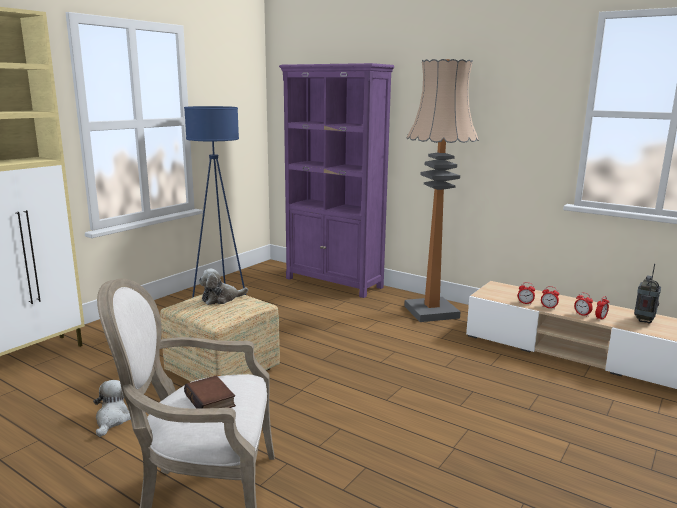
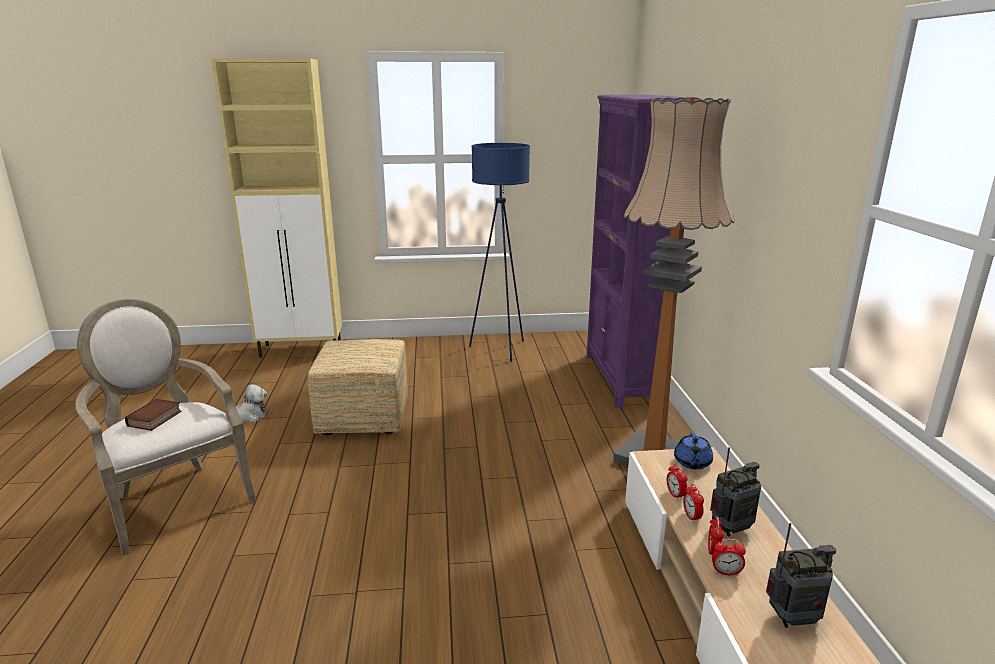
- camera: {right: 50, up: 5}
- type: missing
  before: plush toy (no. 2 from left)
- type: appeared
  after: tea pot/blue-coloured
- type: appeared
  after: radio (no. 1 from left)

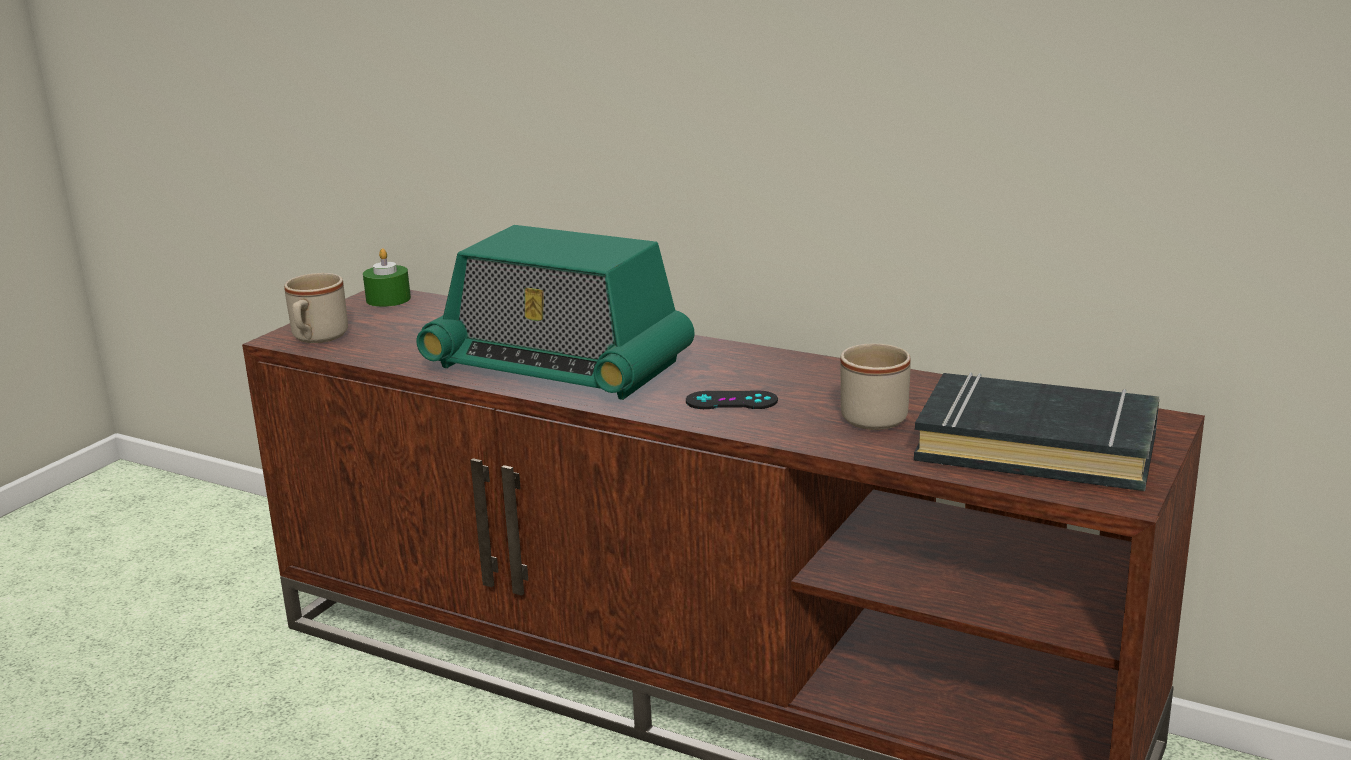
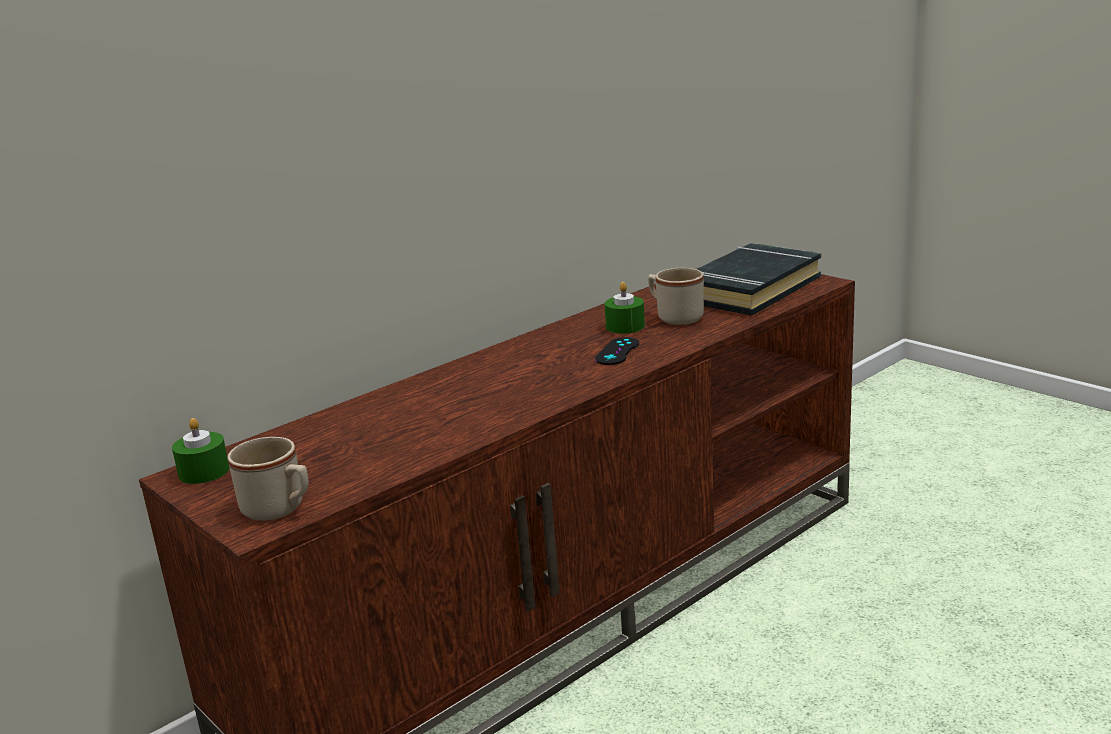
- camera: {right: -70, up: 0}
- type: missing
  before: radio
- type: appeared
  after: wax light/green (no. 2 from left)

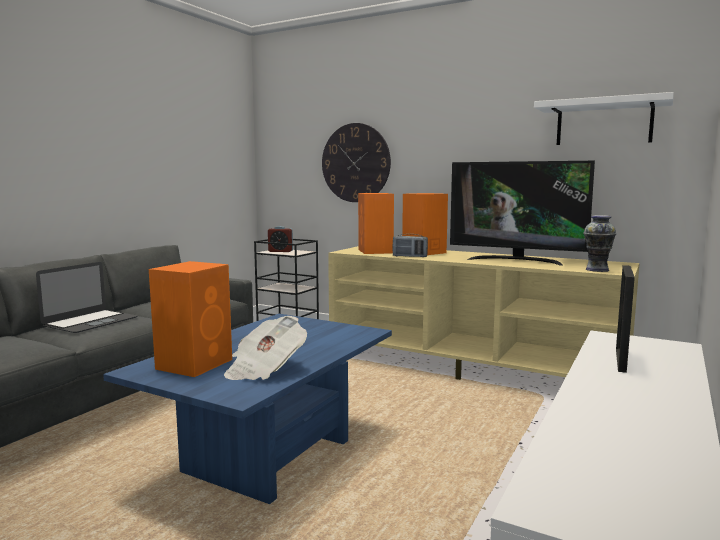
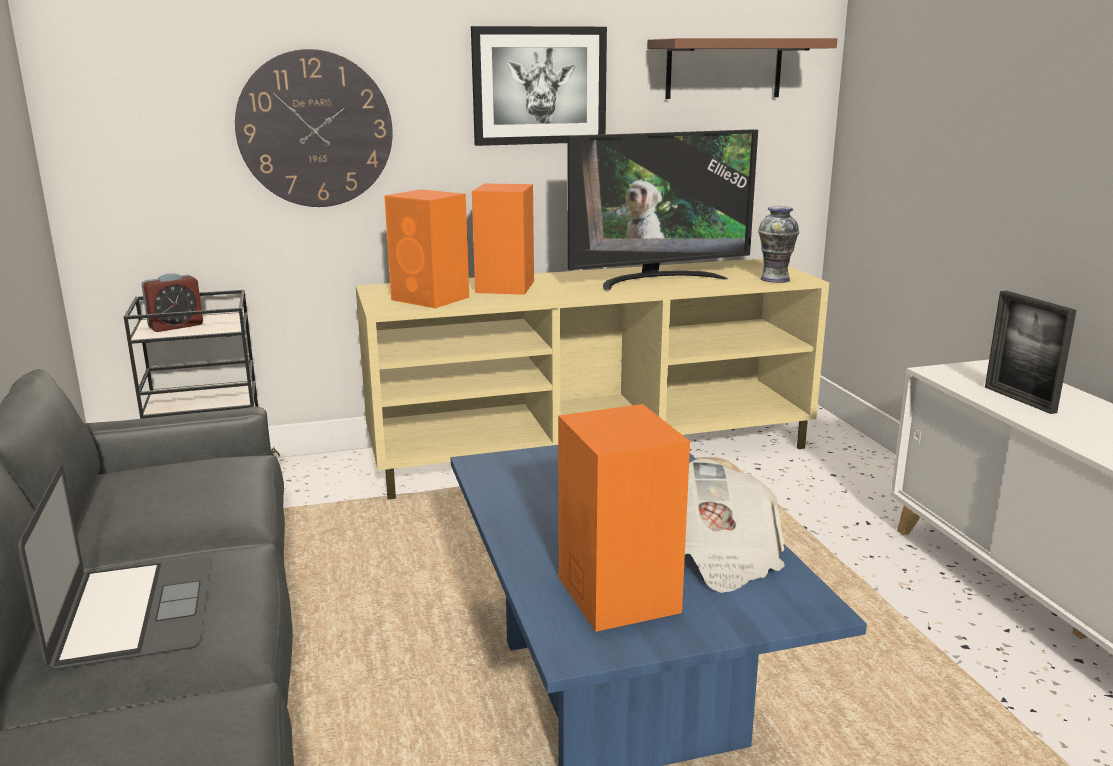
- camera: {right: -45, up: 10}
- type: colour
  before: wall shelf/whitish
  after: wall shelf/brown-coloured
- type: missing
  before: radio
- type: appeared
  after: wall picture

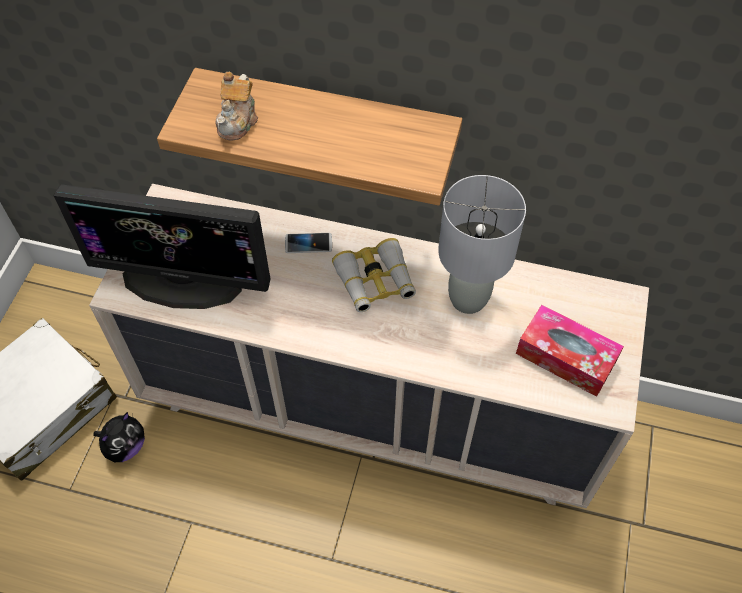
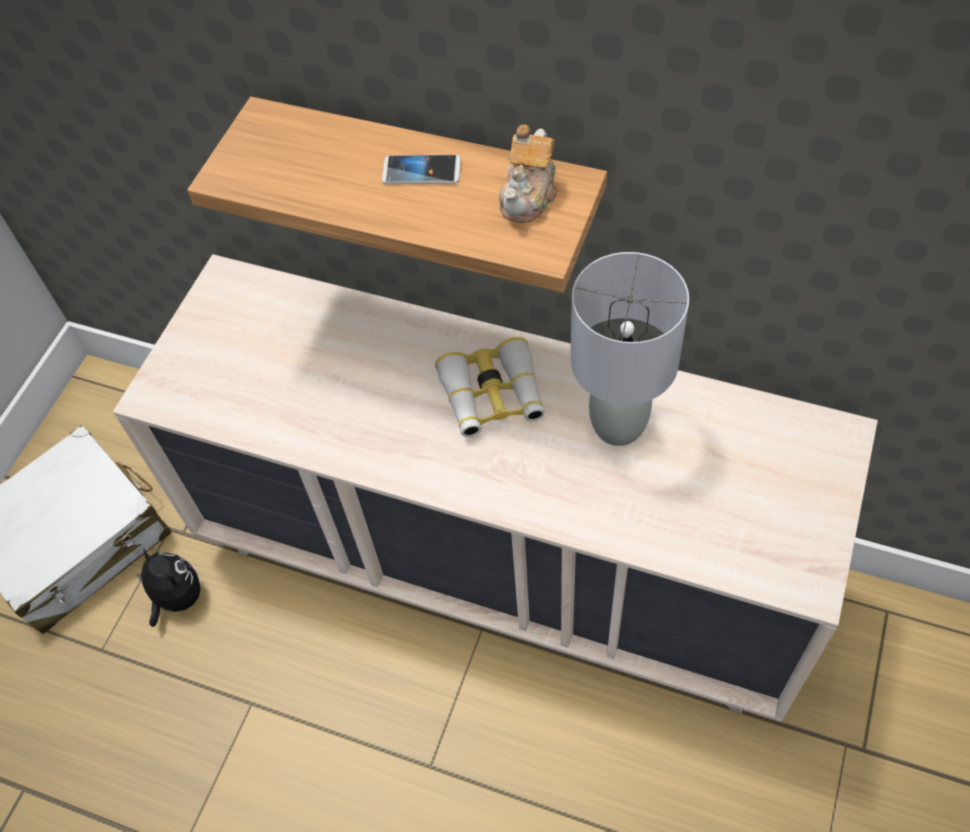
- camera: {right: 10, up: 0}
- type: relocated
  before: tea pot
- type: missing
  before: computer display
- type: relocated
  before: phone
- type: missing
  before: tissue holder
- type: spun
  before: plush toy
  turn: -90

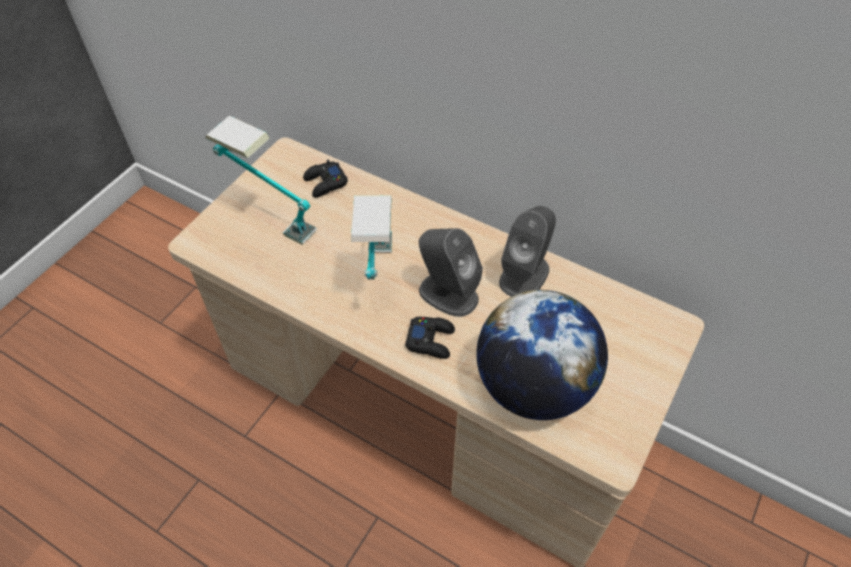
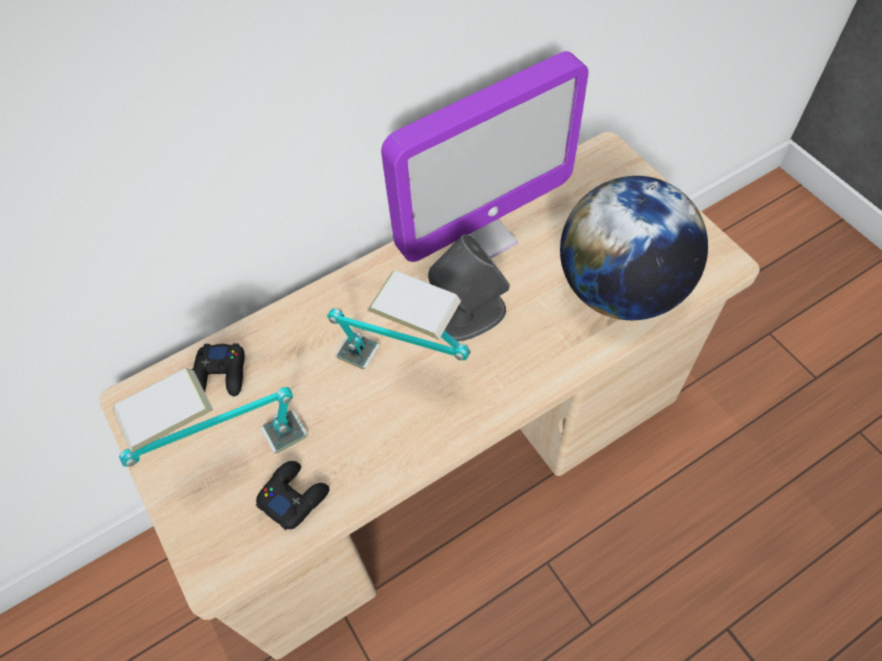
- camera: {right: -60, up: 5}
- type: exchanged
  before: speaker/greyish (no. 2 from left)
  after: computer display
- type: relocated
  before: joypad/black-coloured (no. 2 from left)

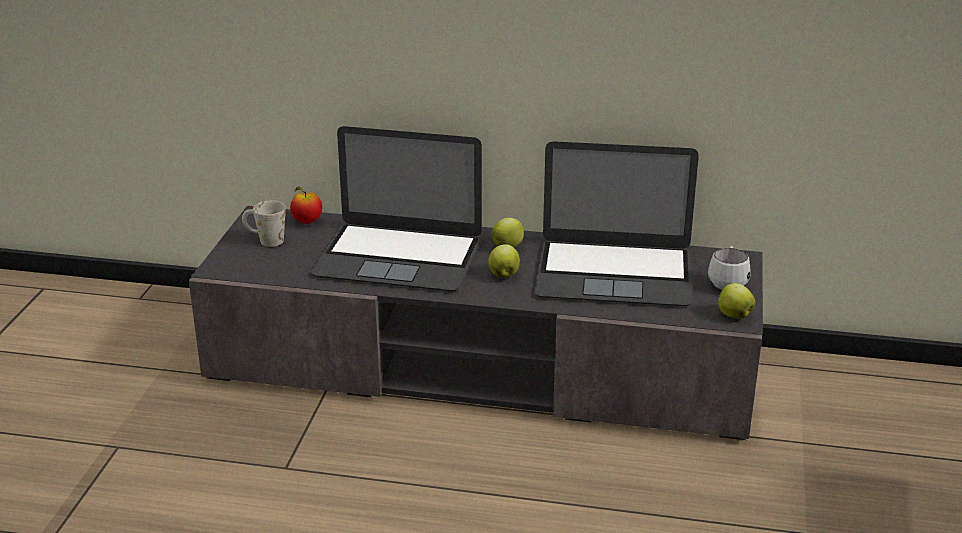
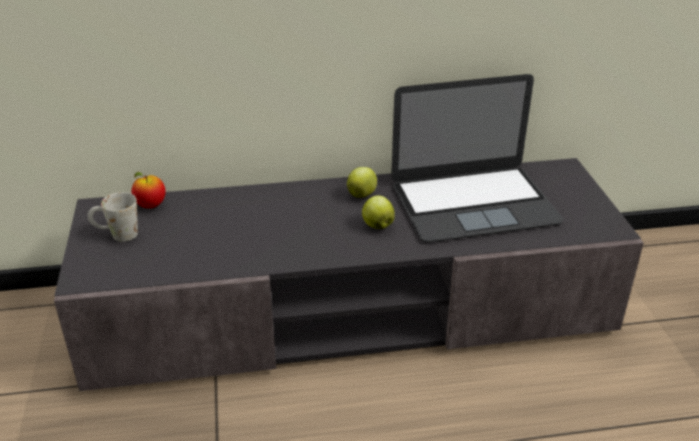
- camera: {right: -20, up: 5}
- type: missing
  before: notebook computer (no. 1 from left)
- type: missing
  before: coffee mug/whitish (no. 2 from left)
- type: missing
  before: apple (no. 4 from left)

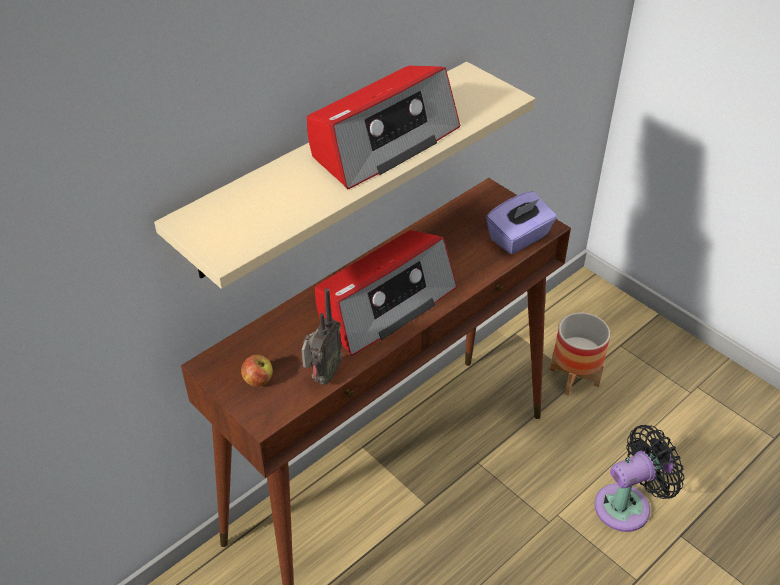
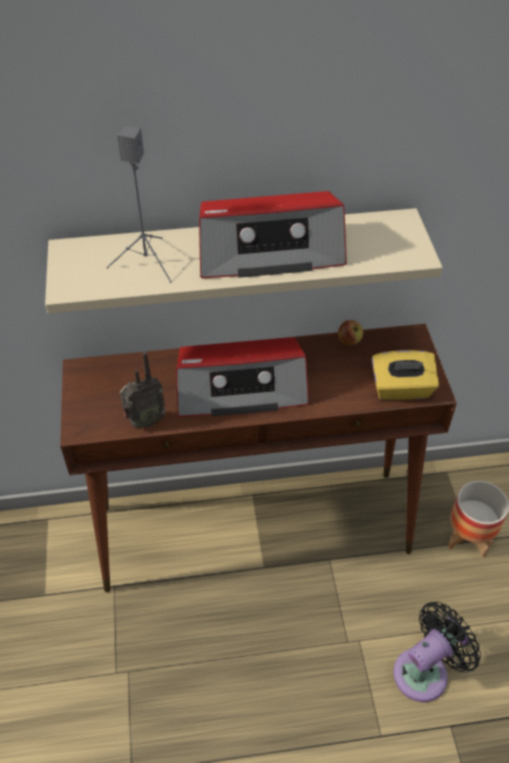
- camera: {right: 35, up: 5}
- type: colour
  before: tissue holder/purple
  after: tissue holder/yellow-coloured
- type: relocated
  before: apple
- type: spun
  before: fan/black-coloured
  turn: -45
- type: appeared
  after: speaker/greyish

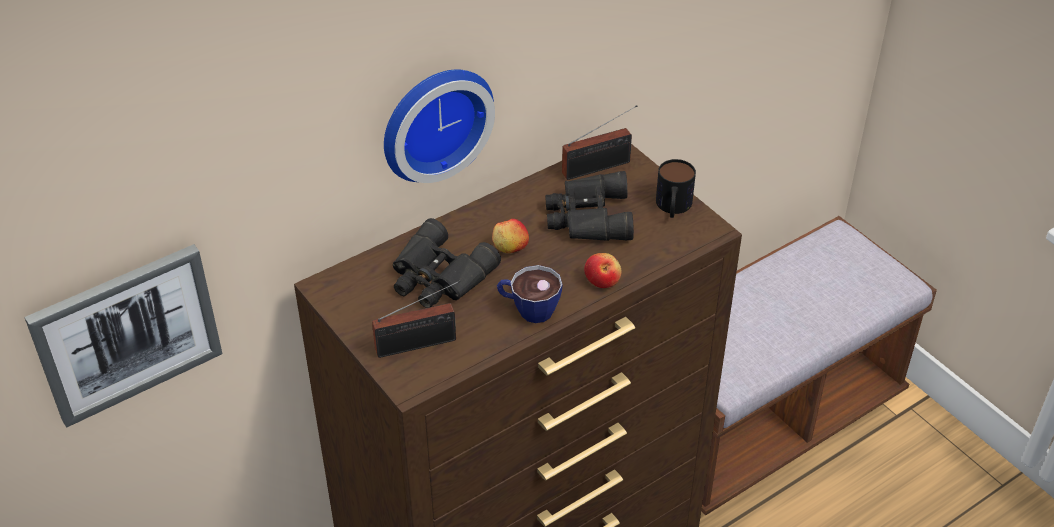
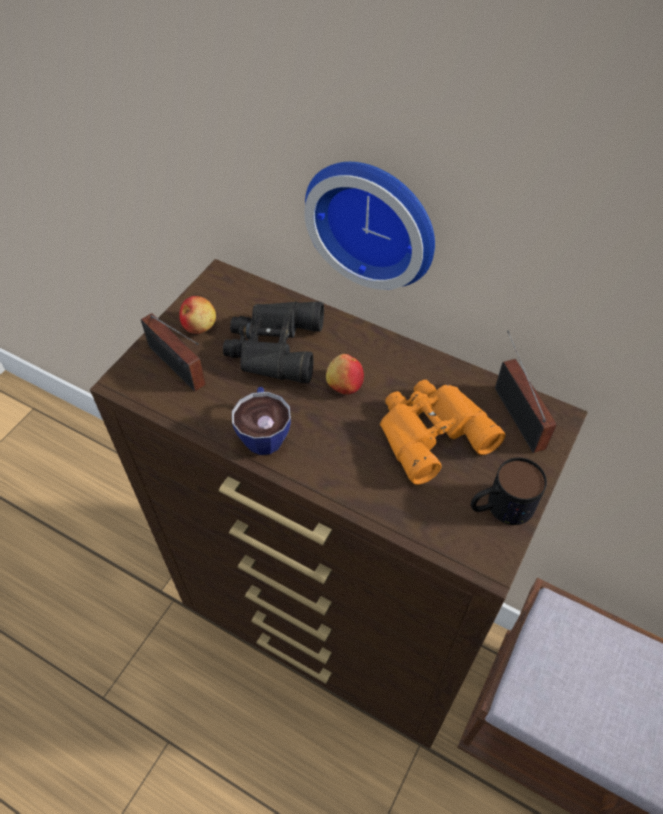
- camera: {right: 65, up: 10}
- type: spun
  before: radio (no. 2 from left)
  turn: -150
- type: colour
  before: binoculars/black-coloured (no. 2 from left)
  after: binoculars/orange
- type: missing
  before: wall picture
- type: relocated
  before: apple (no. 2 from left in the first image)
  after: apple (no. 1 from left)

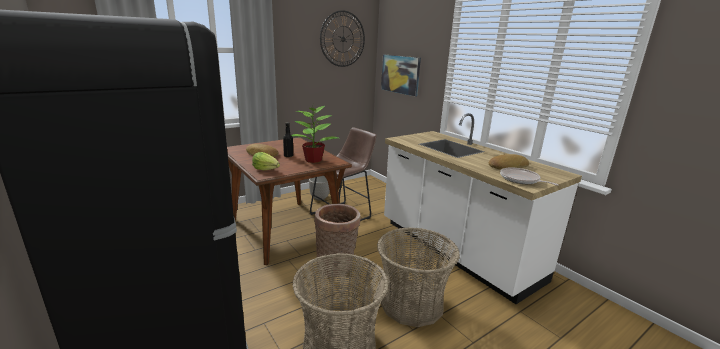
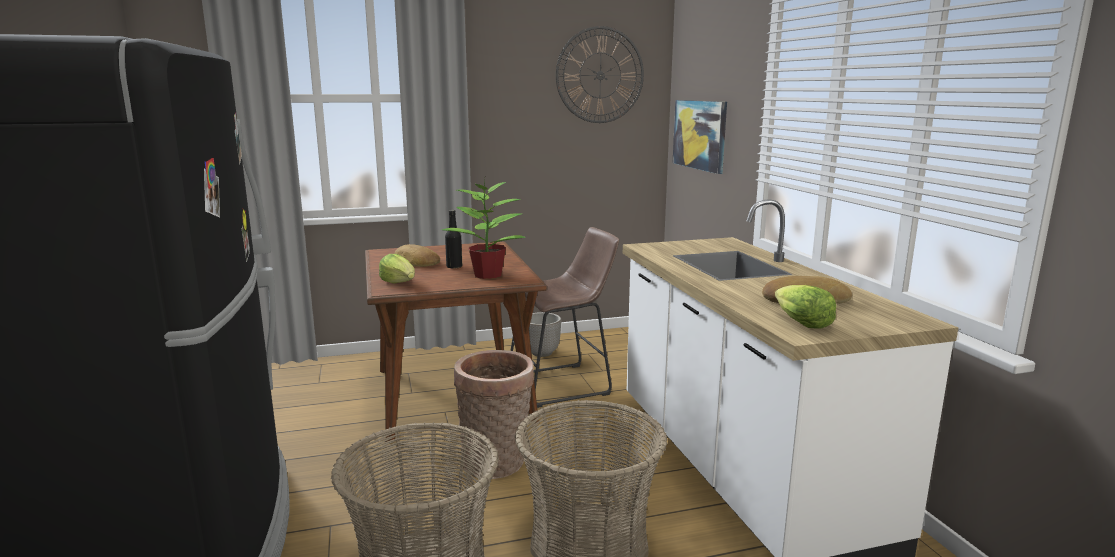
- camera: {right: 20, up: -5}
- type: exchanged
  before: pan
  after: lettuce head (no. 2 from left)

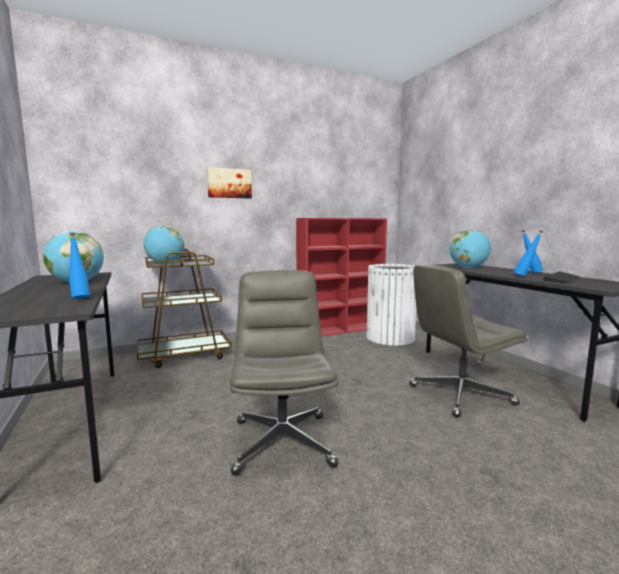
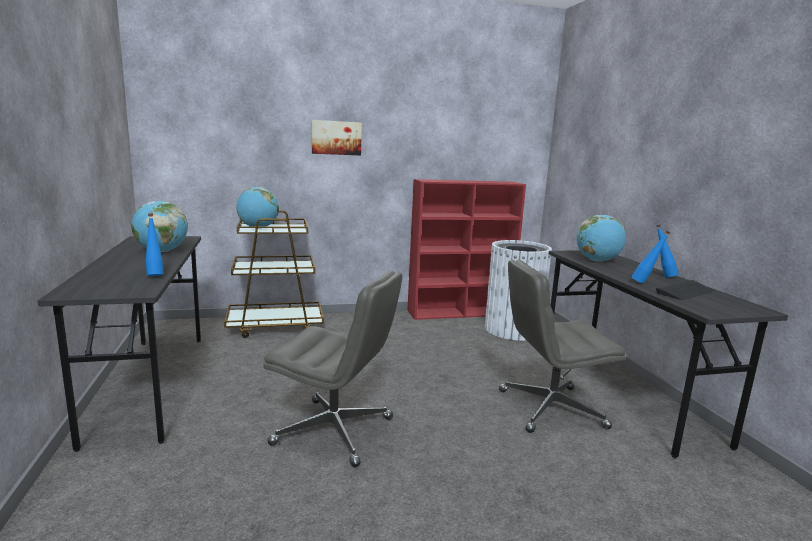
- camera: {right: 10, up: 5}
- type: spun
  before: office chair/greyish (no. 1 from left)
  turn: 105

